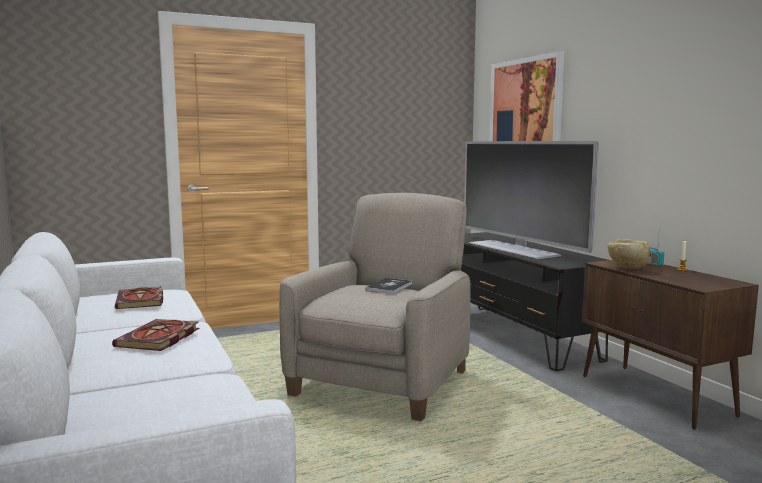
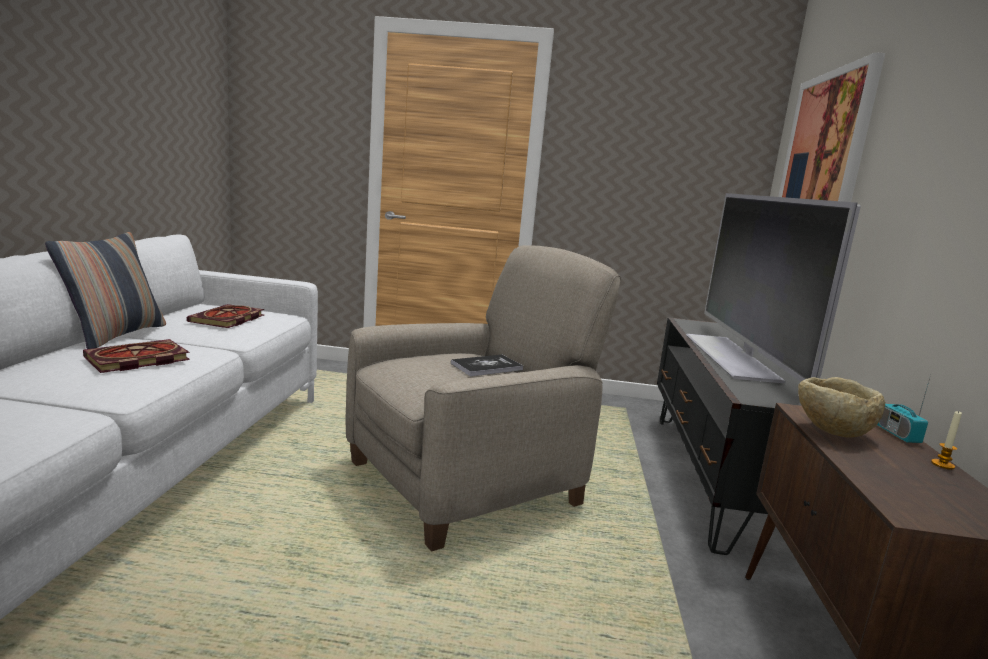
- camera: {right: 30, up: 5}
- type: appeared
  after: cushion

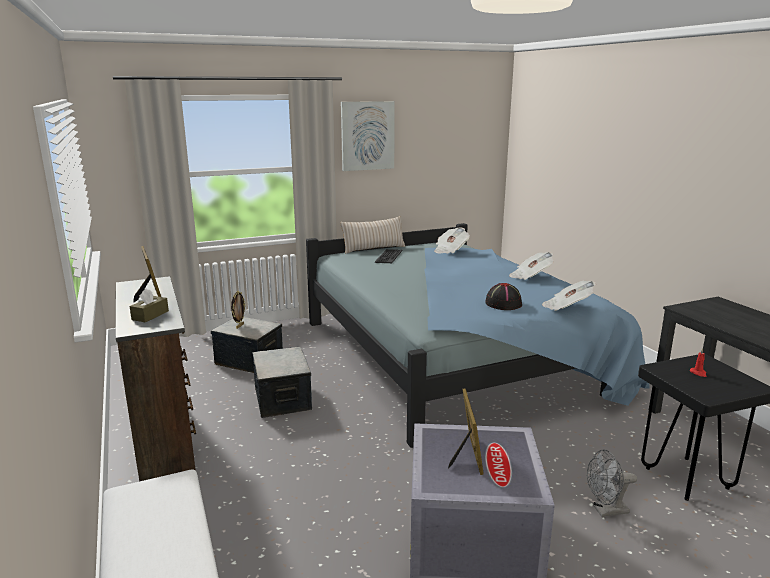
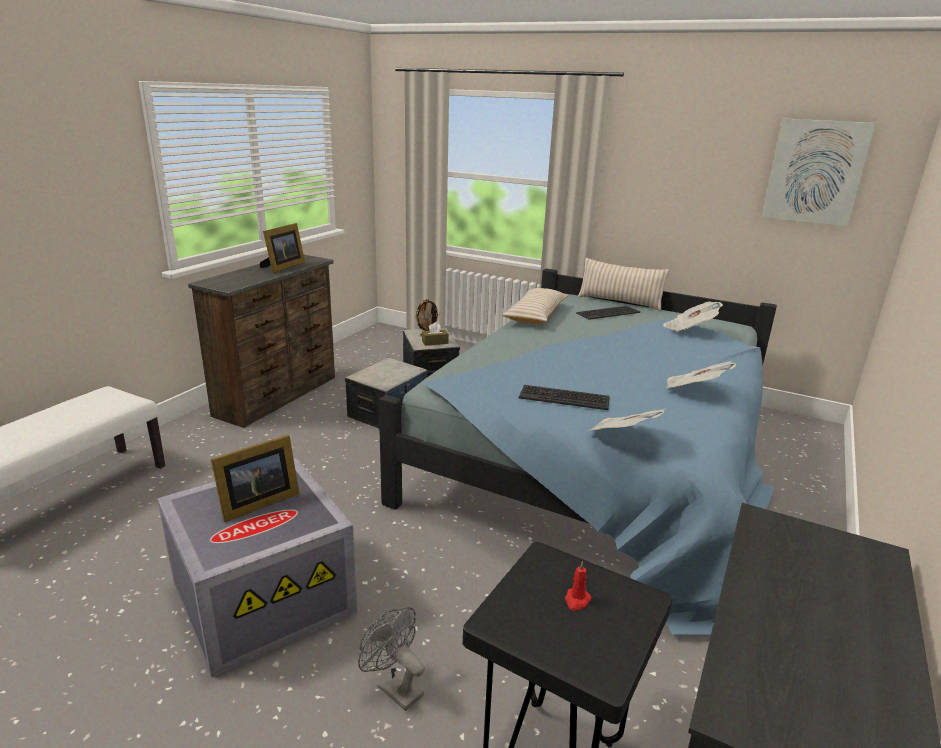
- camera: {right: 50, up: 5}
- type: relocated
  before: wall picture
- type: exchanged
  before: clothing hat/black-coloured
  after: computer keyboard (no. 1 from left)
- type: relocated
  before: tissue holder/brown-coloured
- type: appeared
  after: cushion/beige-coloured (no. 1 from left)

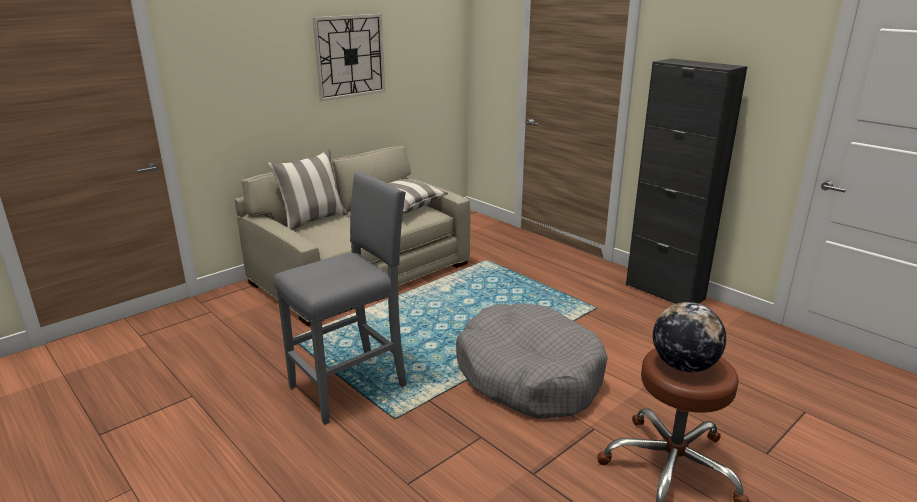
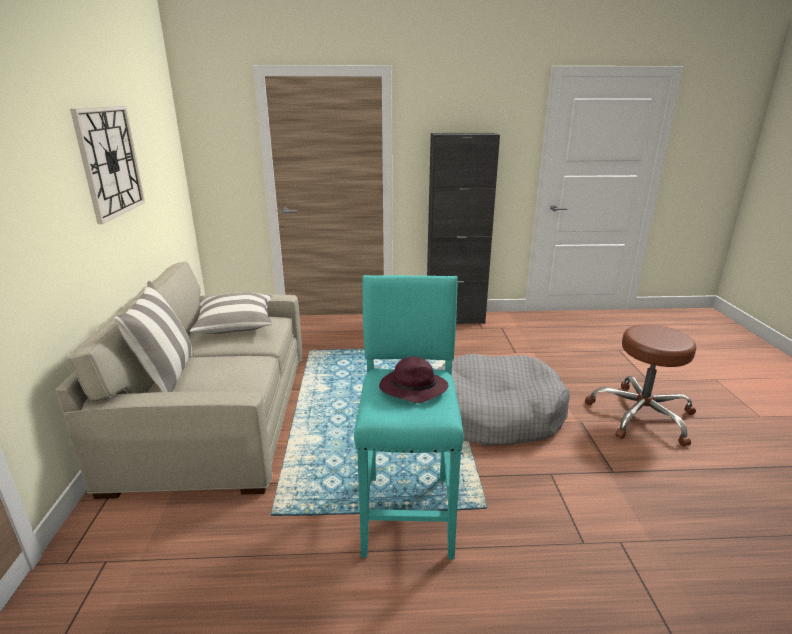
- camera: {right: -50, up: 0}
- type: colour
  before: stool/greyish
  after: stool/blue-green
- type: missing
  before: globe
- type: appeared
  after: clothing hat/purple

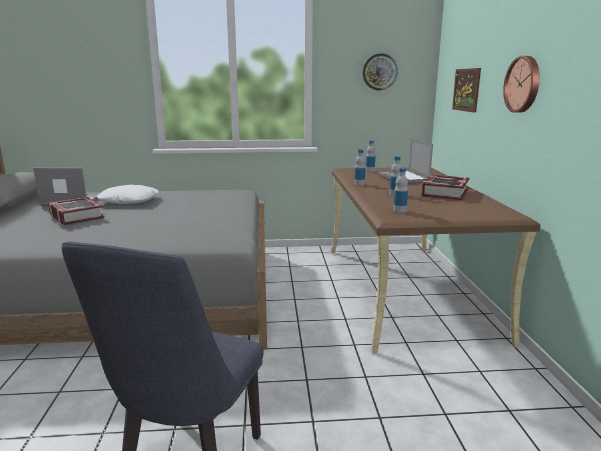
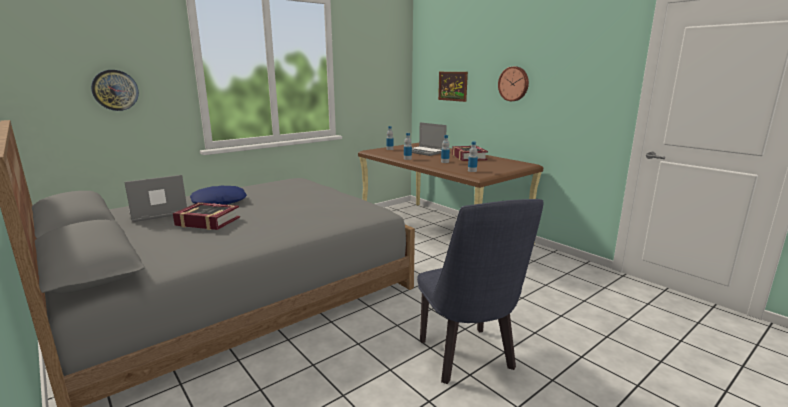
- camera: {right: -35, up: 0}
- type: relocated
  before: hanging clock (no. 1 from left)
- type: colour
  before: cushion/whitish
  after: cushion/blue-coloured

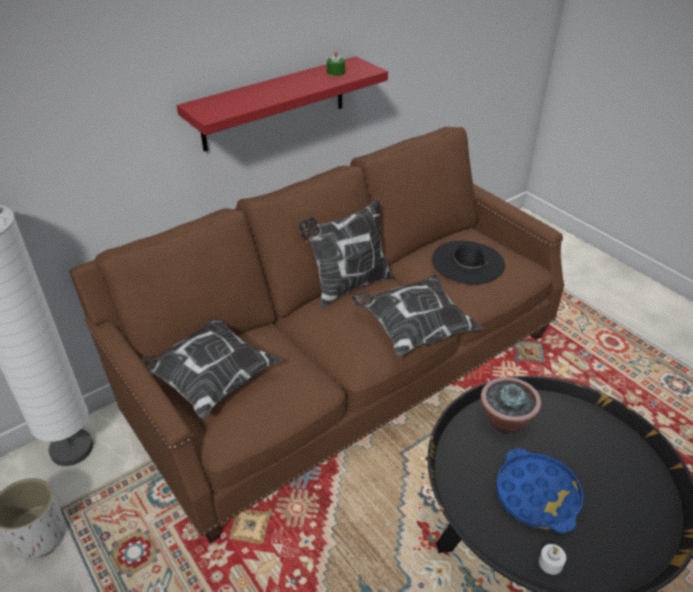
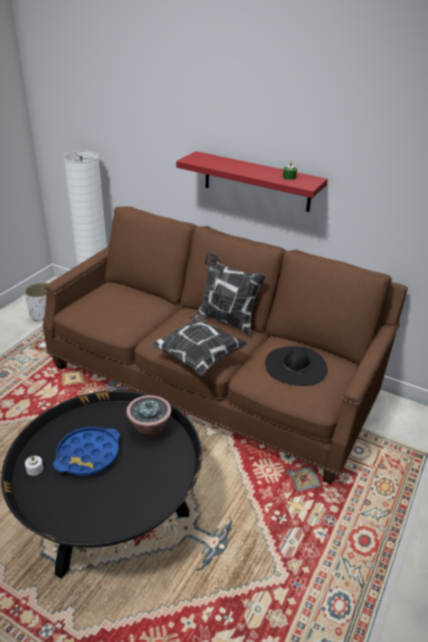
- camera: {right: 65, up: -5}
- type: missing
  before: cushion (no. 1 from left)

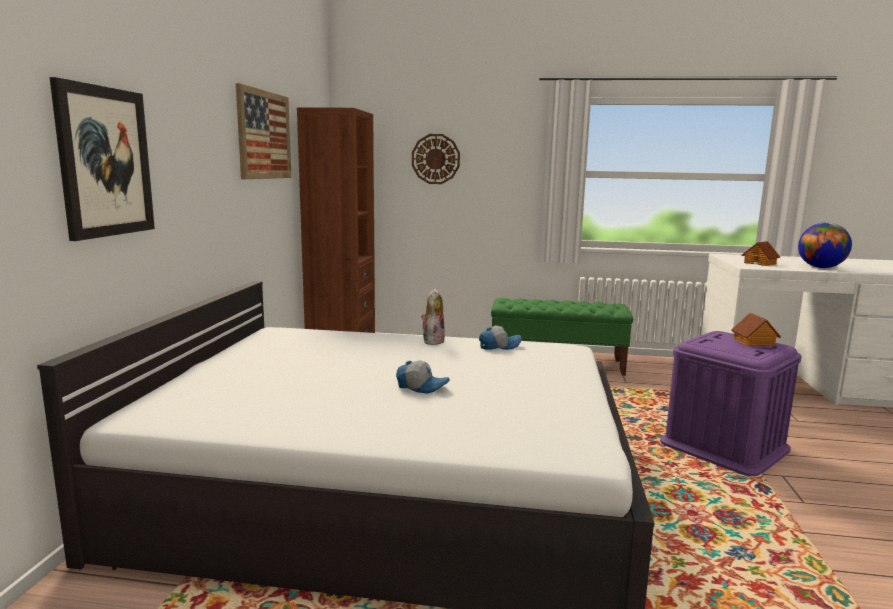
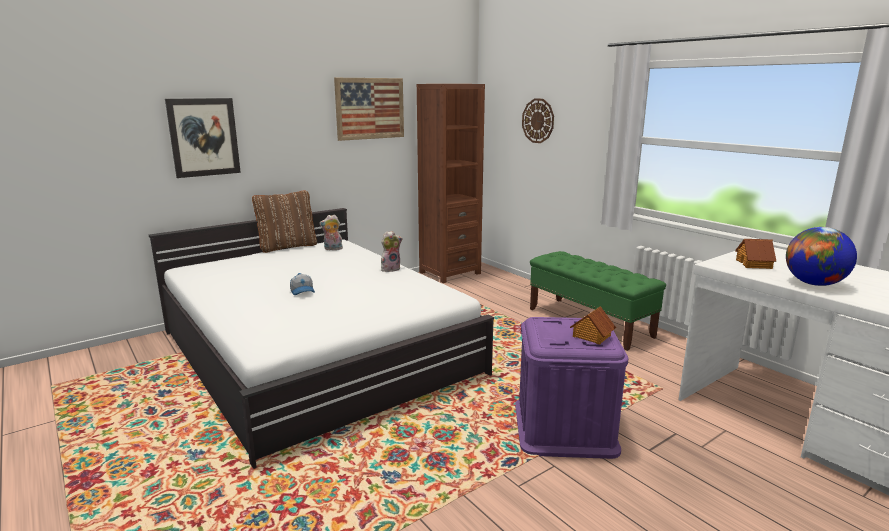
- camera: {right: 45, up: 5}
- type: missing
  before: baseball cap (no. 2 from left)
- type: appeared
  after: cushion/brown-coloured
- type: appeared
  after: plush toy (no. 1 from left)

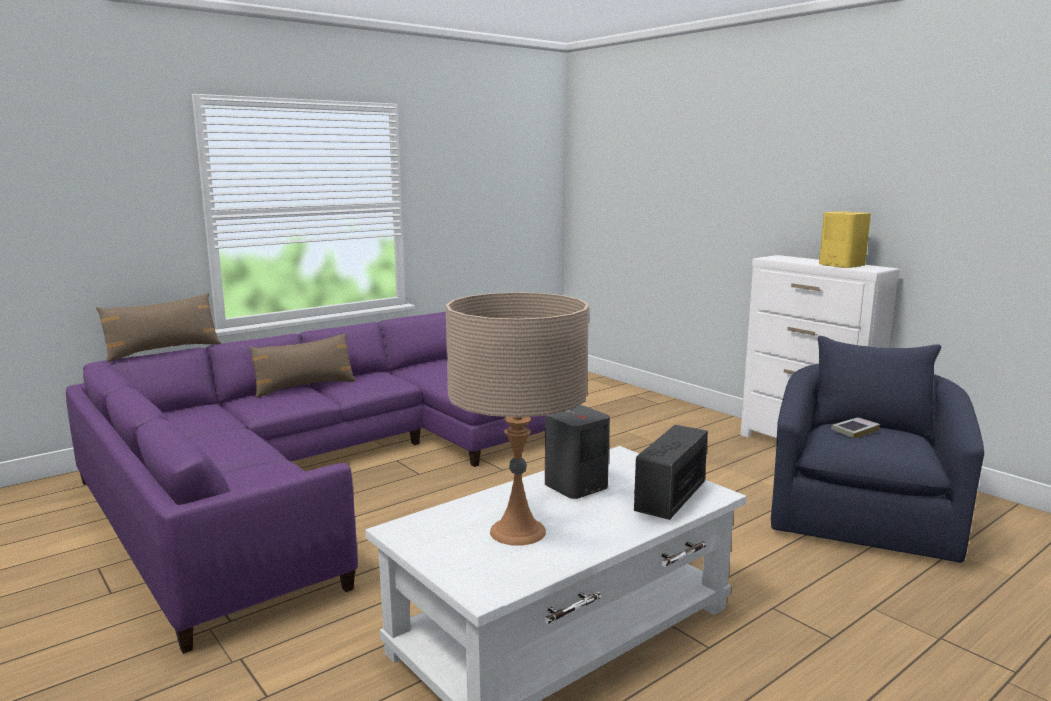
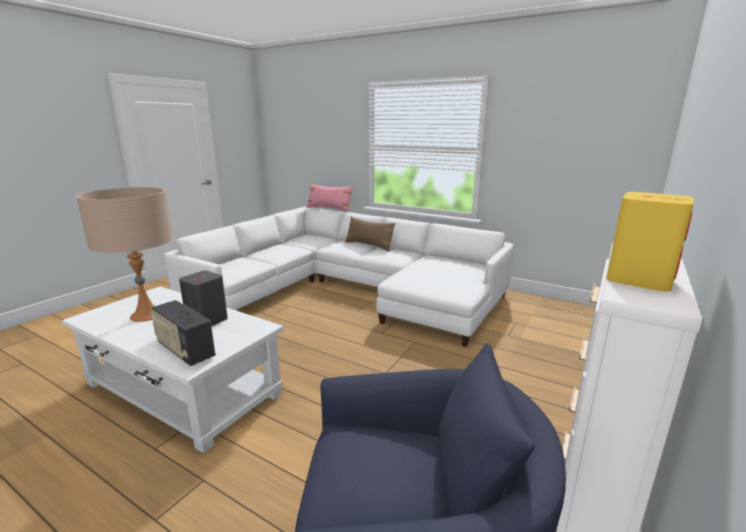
- camera: {right: 70, up: 5}
- type: colour
  before: cushion/brown-coloured (no. 1 from left)
  after: cushion/pinkish
- type: colour
  before: sofa/purple
  after: sofa/whitish
- type: missing
  before: book
- type: spun
  before: radio
  turn: -150

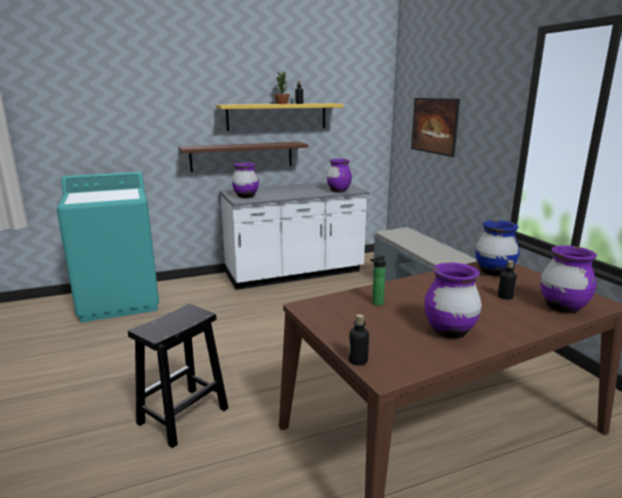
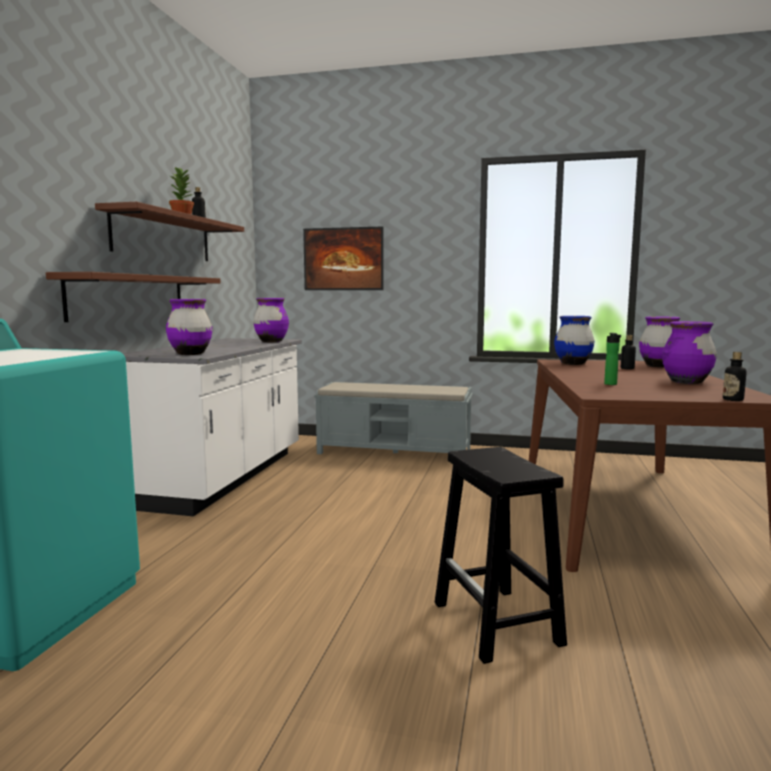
- camera: {right: -55, up: -10}
- type: colour
  before: wall shelf/yellow-coloured
  after: wall shelf/brown-coloured (no. 2 from left)

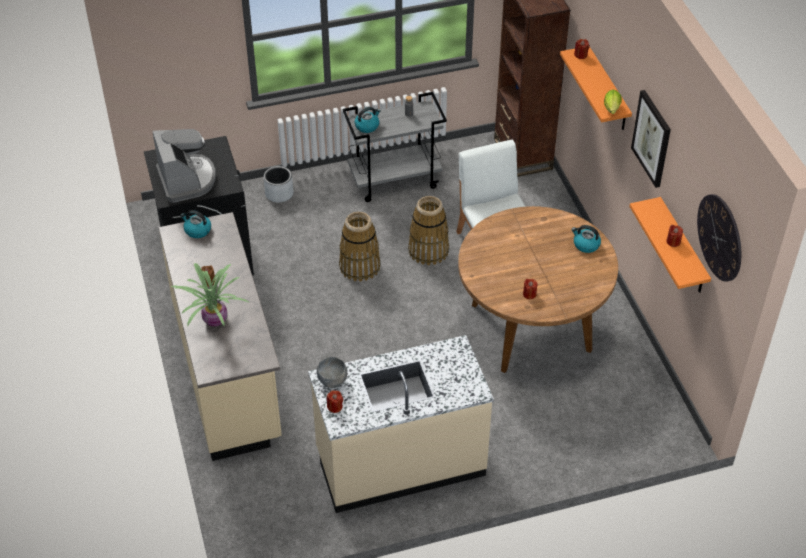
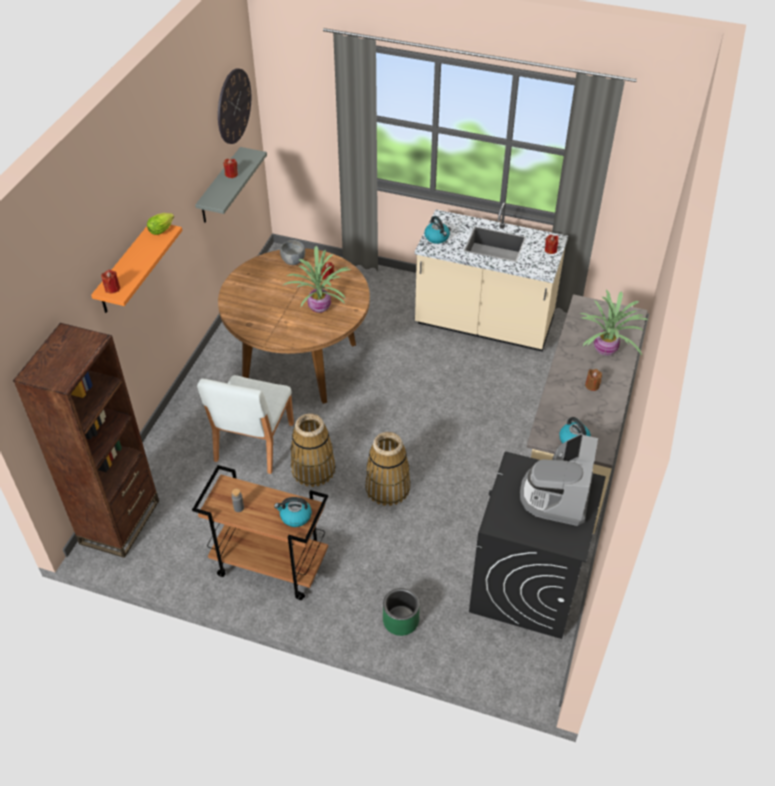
- camera: {right: -145, up: 0}
- type: missing
  before: wall picture
- type: colour
  before: cart/greyish
  after: cart/brown-coloured
- type: colour
  before: flower pot/greyish
  after: flower pot/green
- type: colour
  before: wall shelf/orange (no. 2 from left)
  after: wall shelf/greyish
- type: relocated
  before: kettle (no. 3 from left in the first image)
  after: kettle (no. 2 from left)
- type: relocated
  before: deep dish/greyish
- type: appeared
  after: plant in a pot (no. 1 from left)

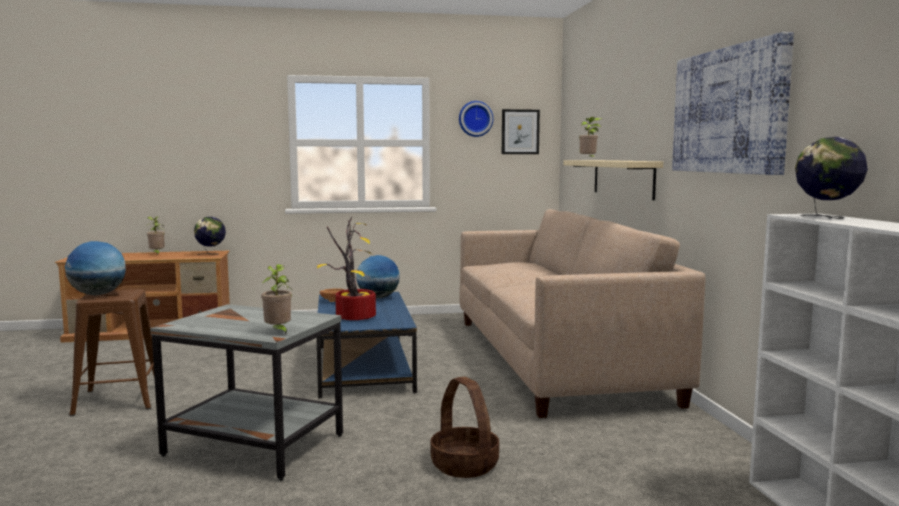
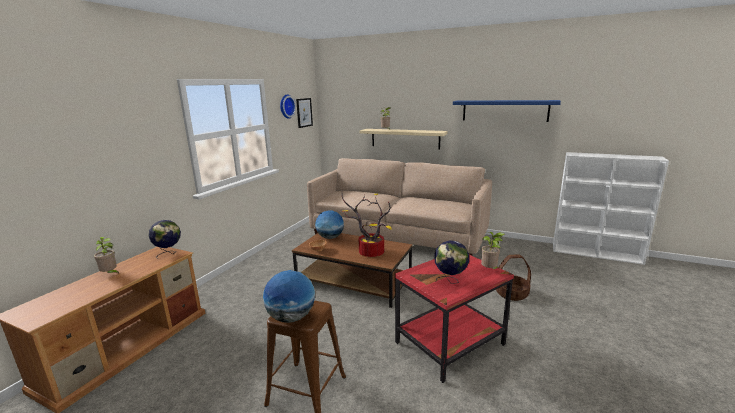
- camera: {right: -55, up: 10}
- type: exchanged
  before: wall picture (no. 2 from left)
  after: wall shelf/blue-coloured
- type: relocated
  before: globe (no. 4 from left)
- type: colour
  before: coffee table/blue-coloured
  after: coffee table/brown-coloured
- type: colour
  before: accent table/greyish
  after: accent table/red-coloured

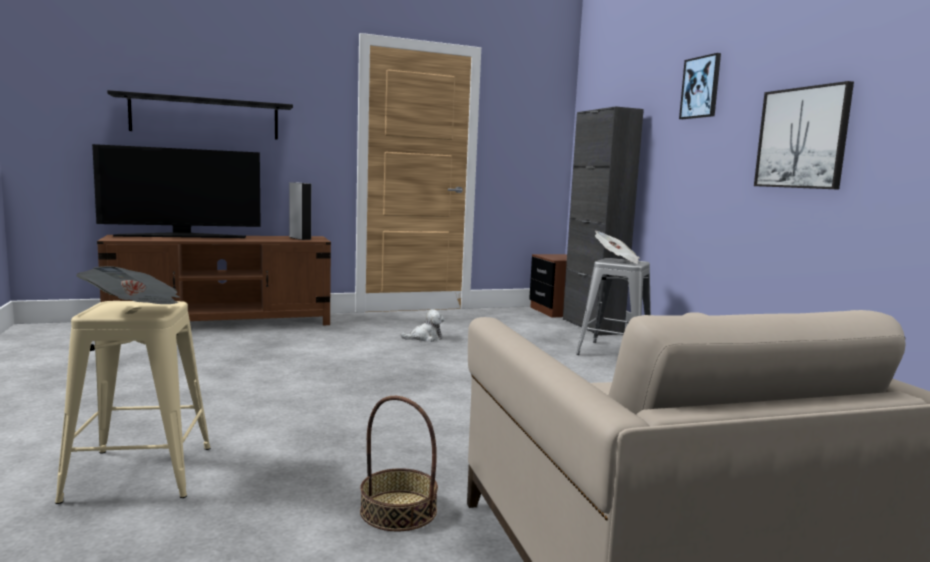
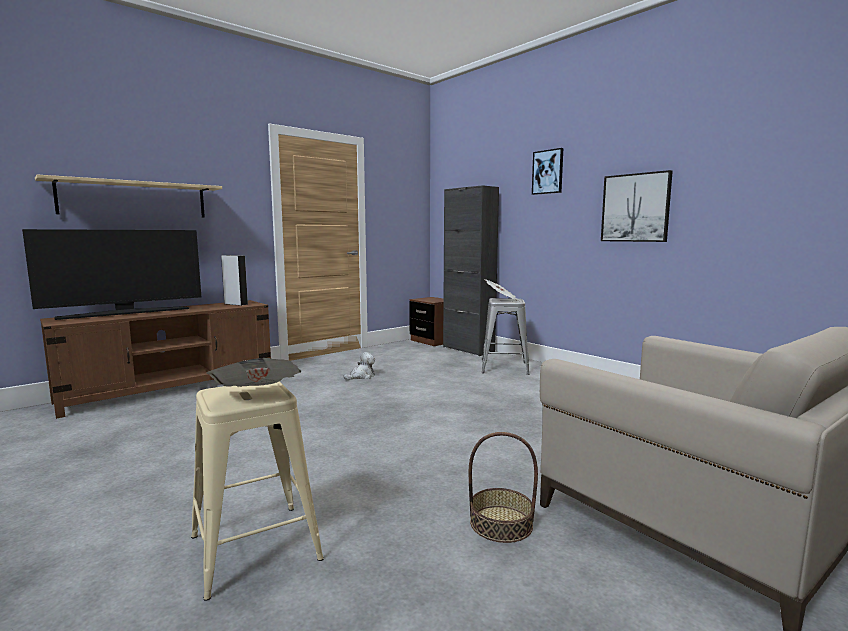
- camera: {right: -20, up: 0}
- type: colour
  before: wall shelf/black-coloured
  after: wall shelf/beige-coloured

